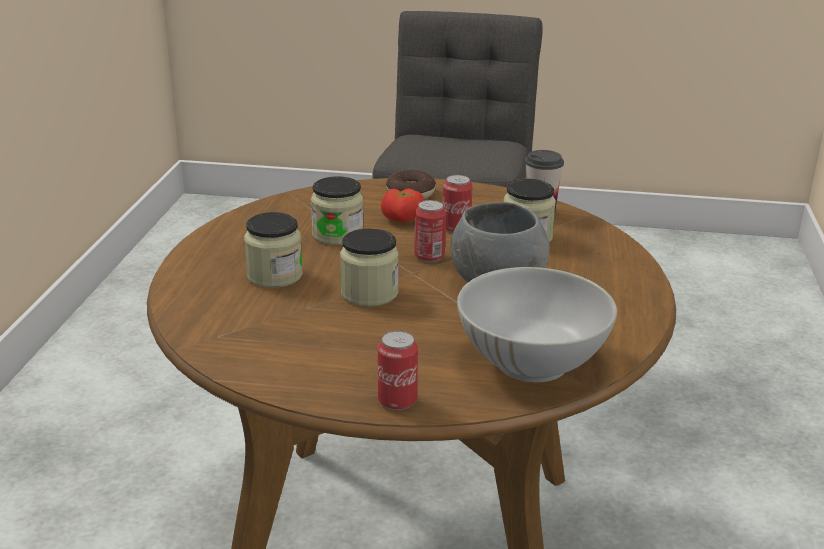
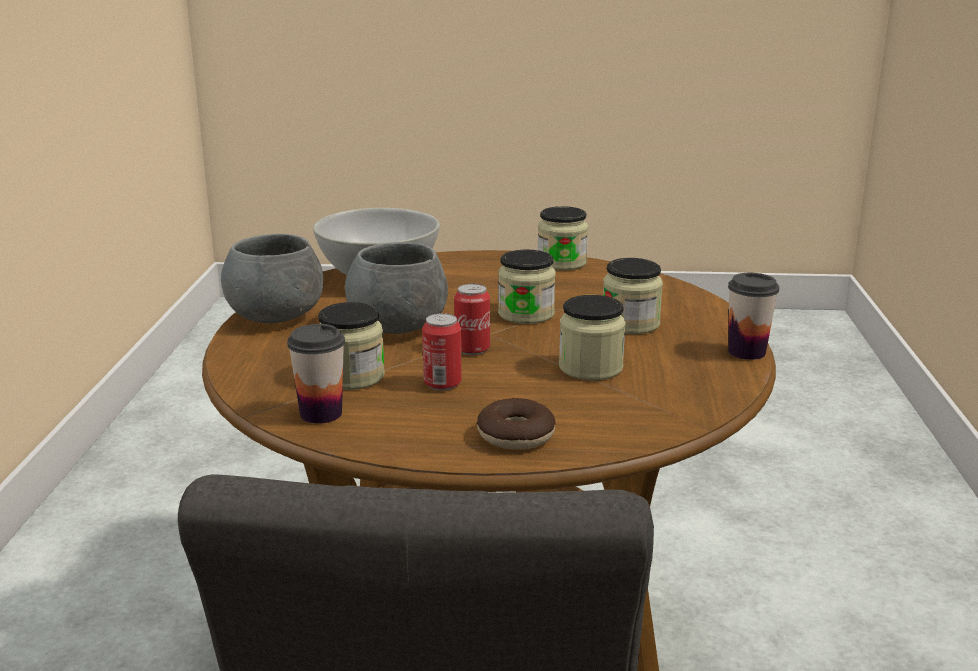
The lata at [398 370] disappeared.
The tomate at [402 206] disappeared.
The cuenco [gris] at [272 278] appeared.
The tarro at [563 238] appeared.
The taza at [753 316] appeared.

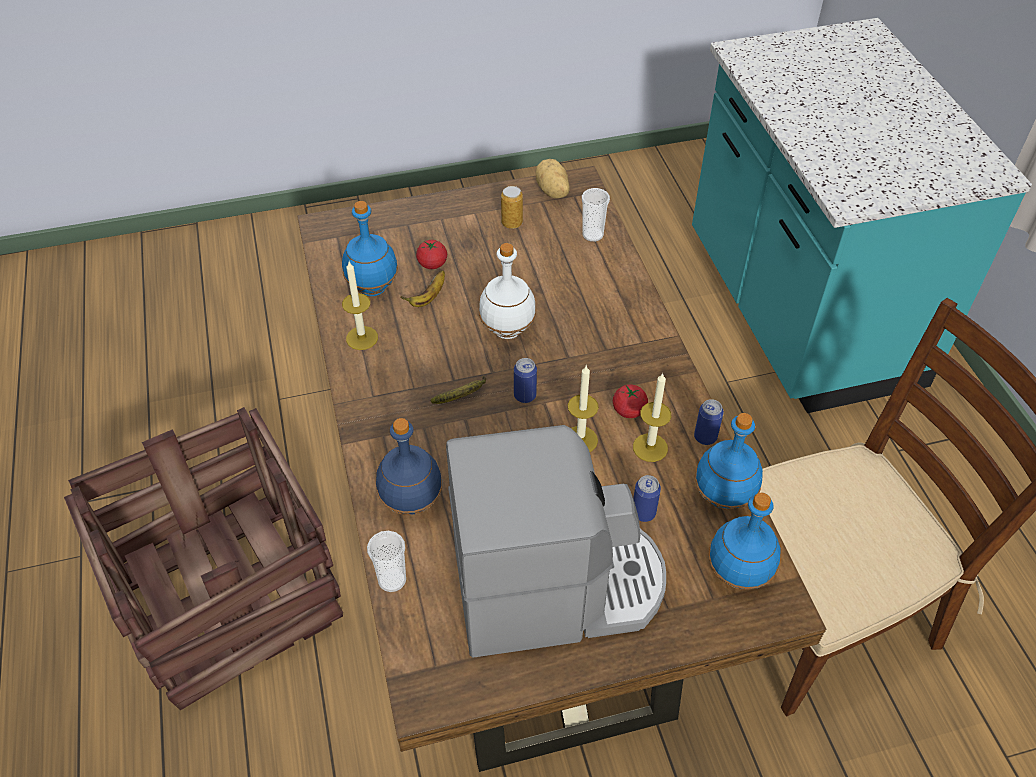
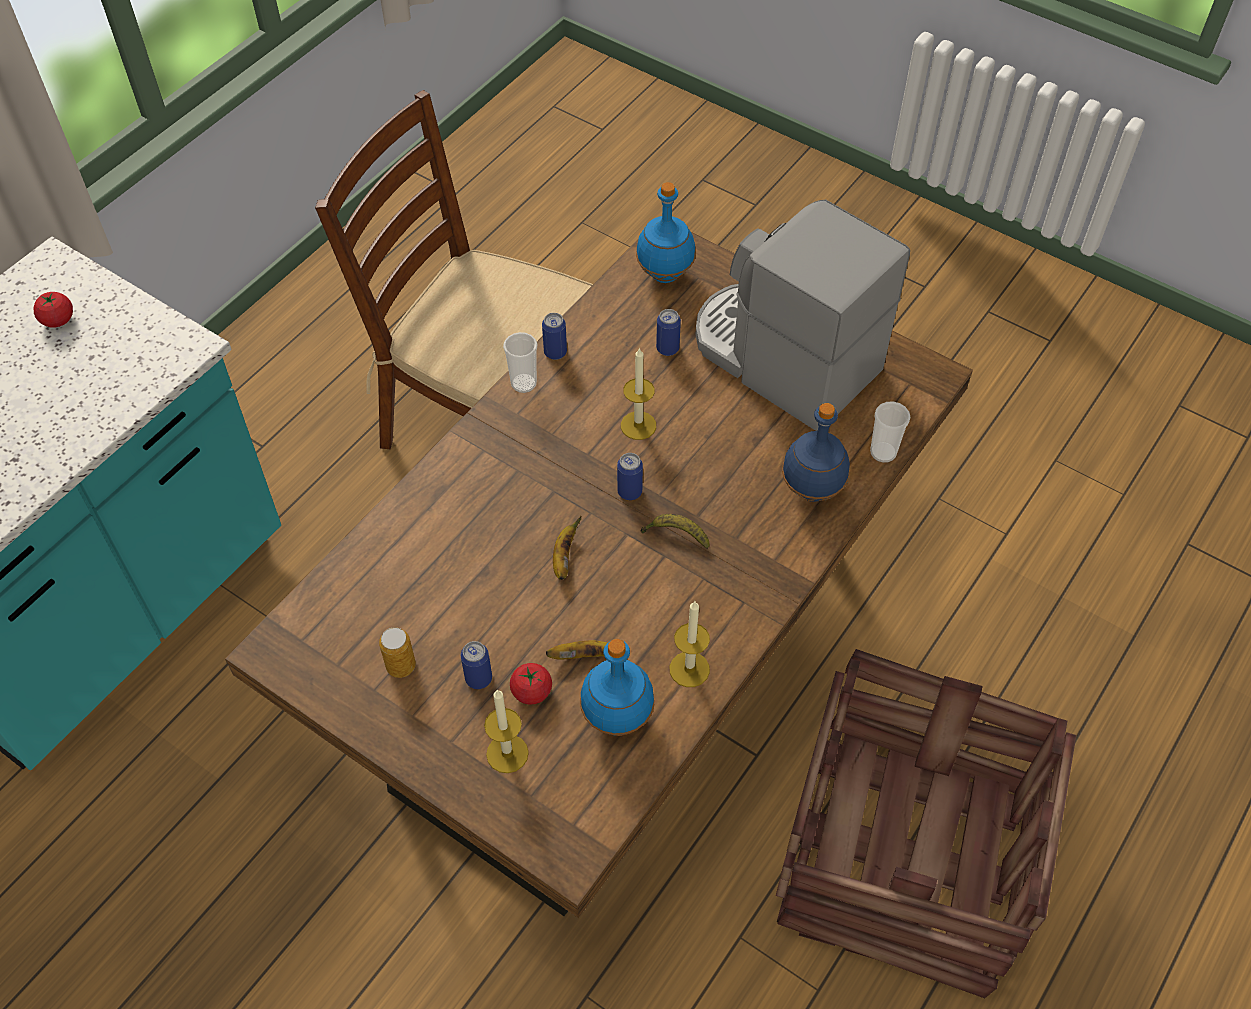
The patata at [553 179] disappeared.
The botella [azul] at [729 461] disappeared.
The lata at [476 665] appeared.
The taza moved from [596 215] to [520 362].
The tomate moved from [630 401] to [53 310].
The vela moved from [652 417] to [506 731].
The botella [blanco] at [507 291] was replaced by the plátano at [567 548].

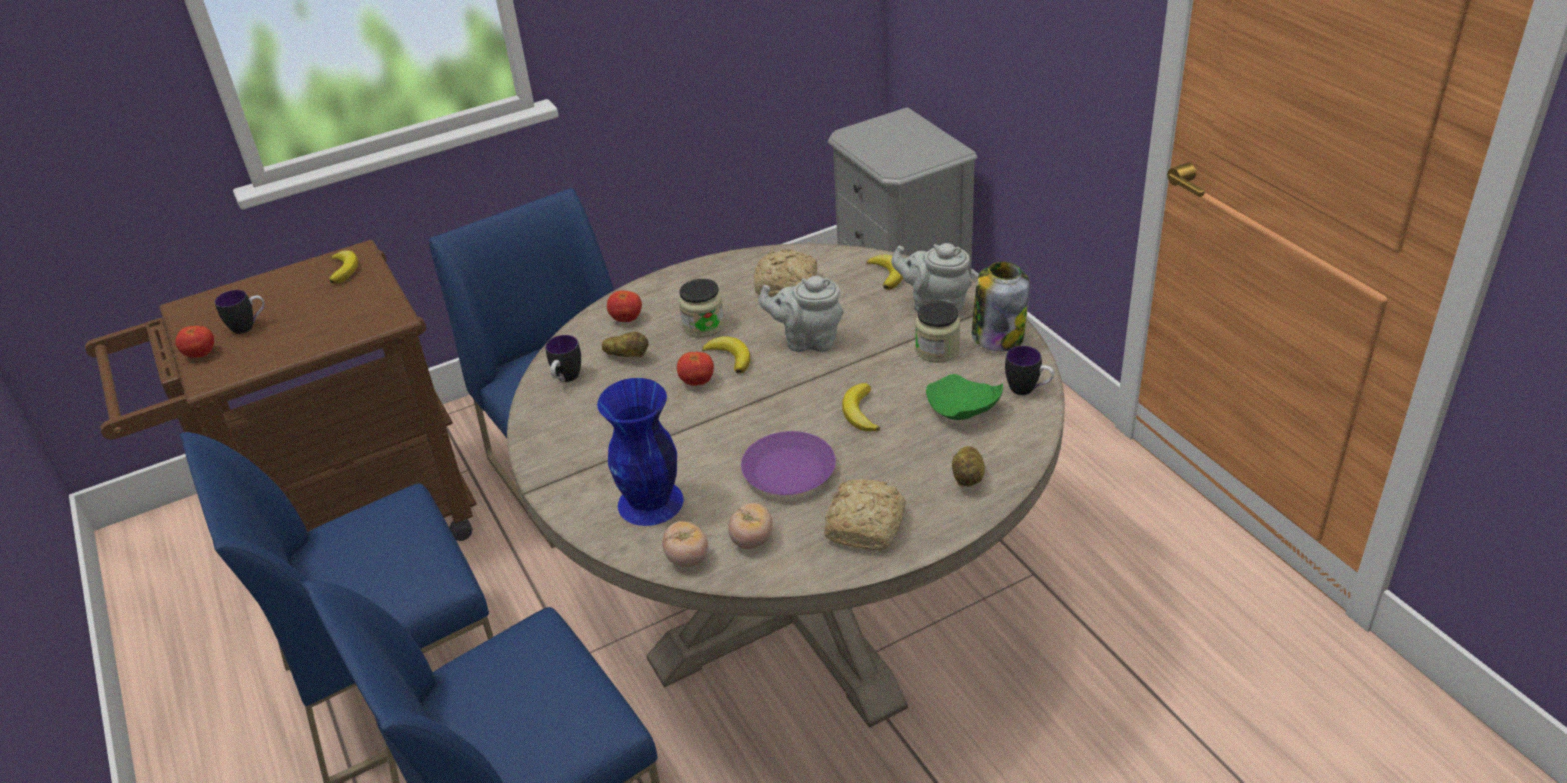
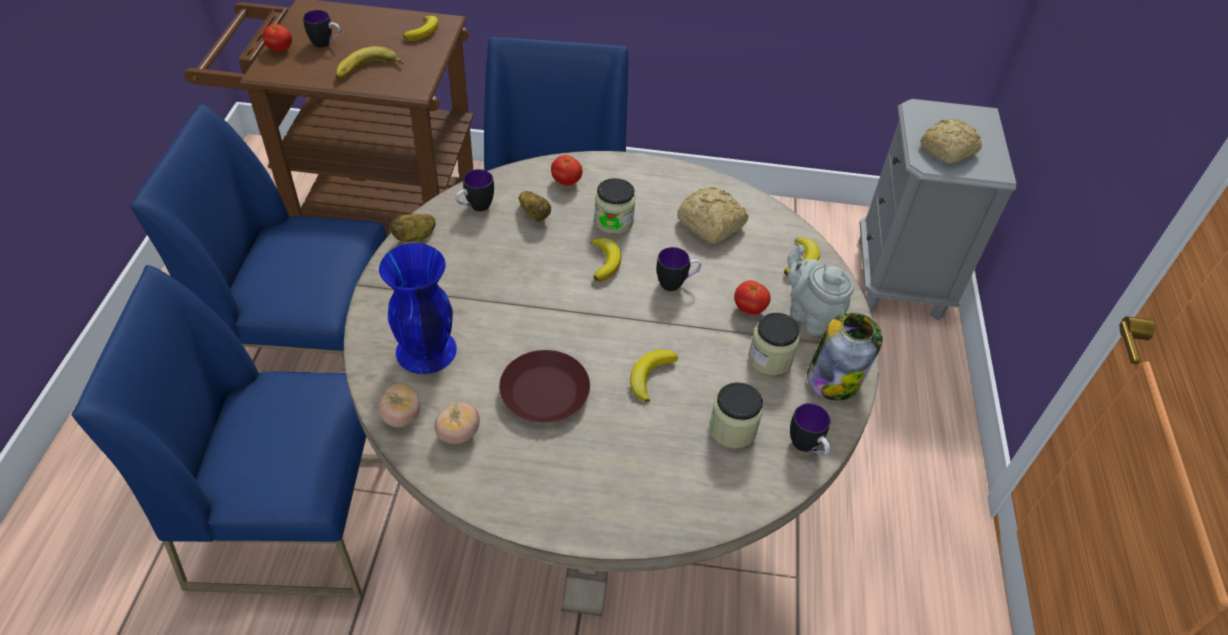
The plátano at [370 62] appeared.
The tomate moved from [695 369] to [752 297].
The pan moved from [865 515] to [951 141].
The patata moved from [968 466] to [412 228].
The tetera [gris] at [801 314] was replaced by the taza grande at [679 269].
The plato [verde] at [964 397] was replaced by the tarro at [736 415].
The plato [morado] at [788 463] became the plato [marrón] at [544 386].

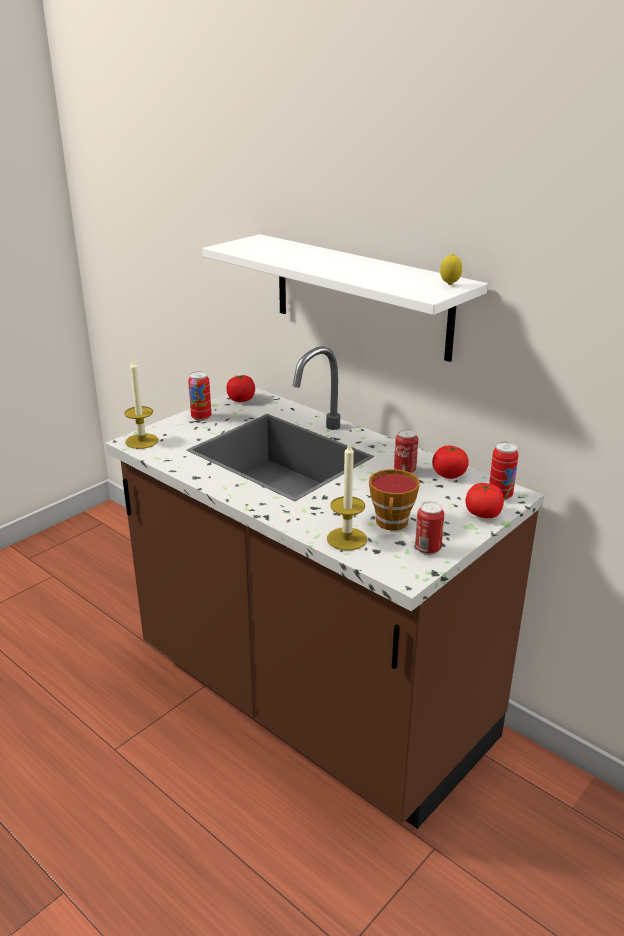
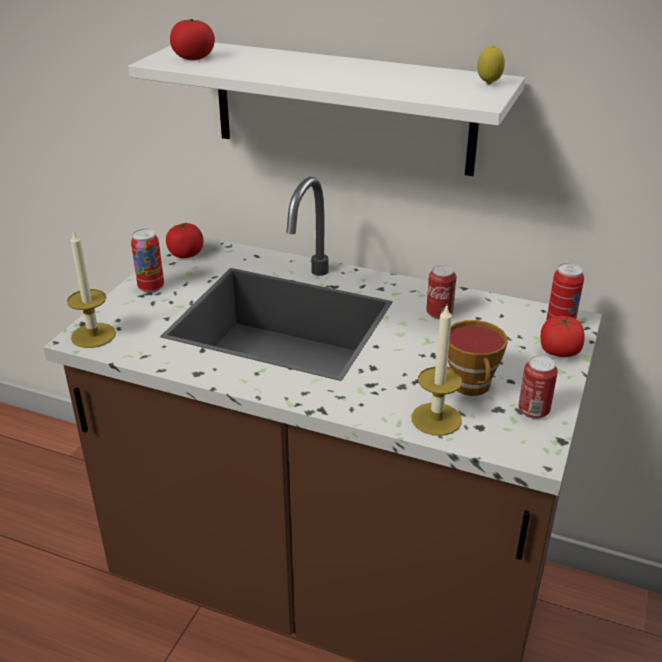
The tomate moved from [450 462] to [192 39].

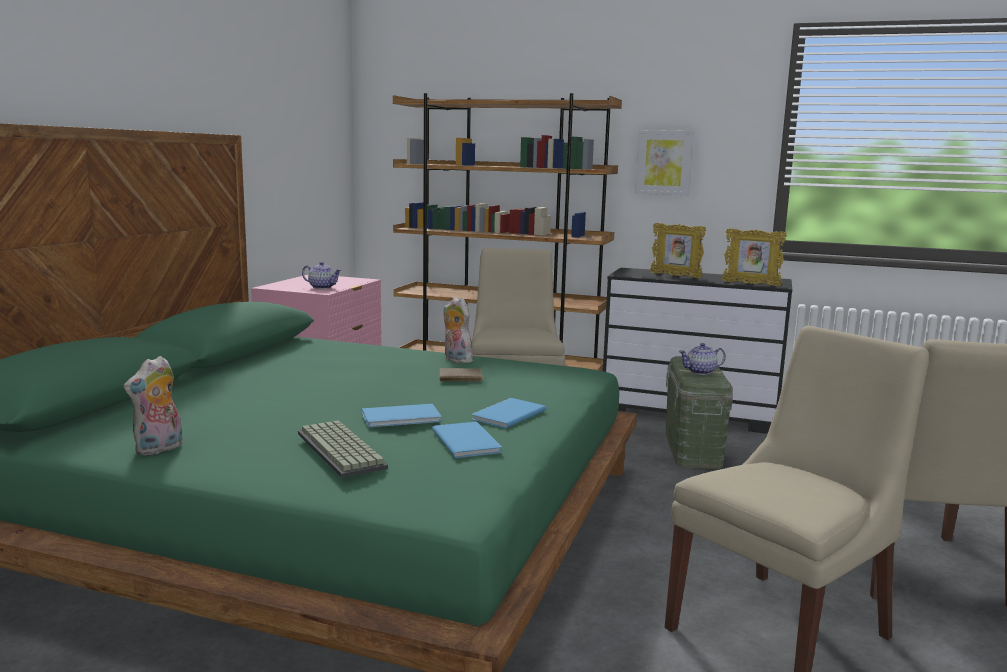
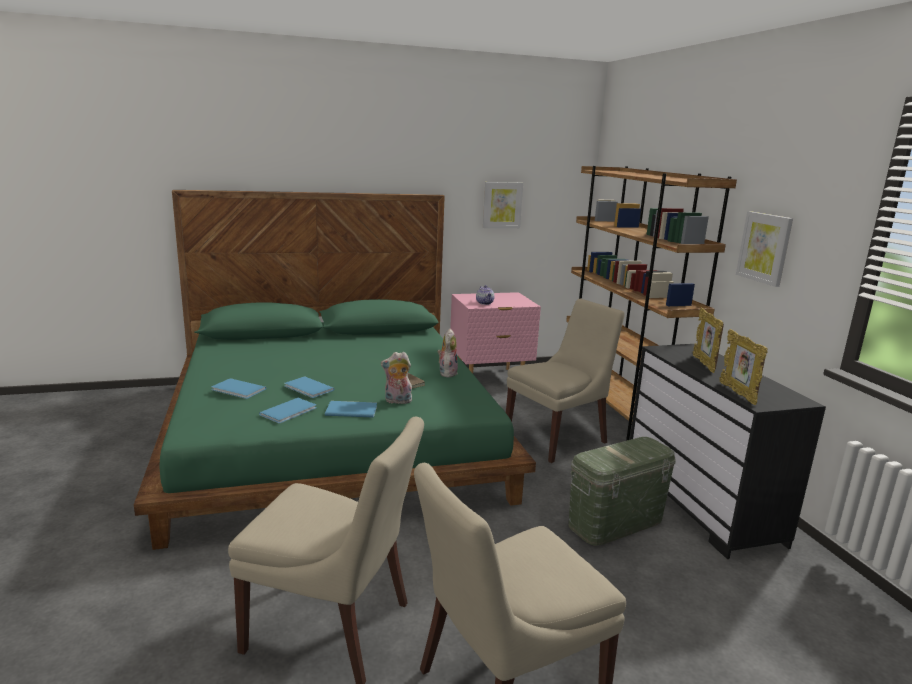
The tetera at [702 359] disappeared.
The cuadro at [503 205] appeared.
The peluche moved from [153 406] to [396 378].
The teclado at [343 449] was replaced by the libro [azul] at [238 388].

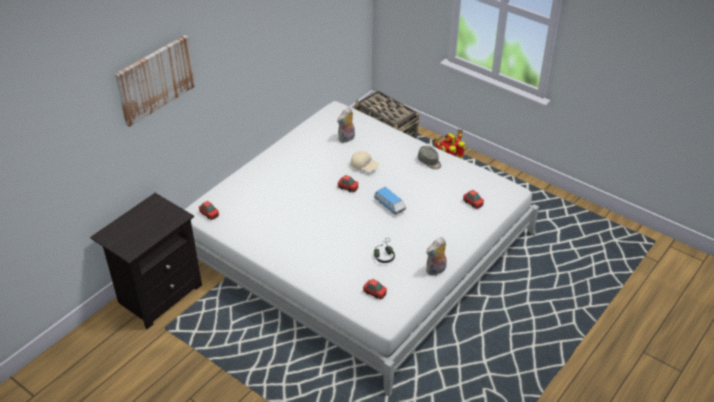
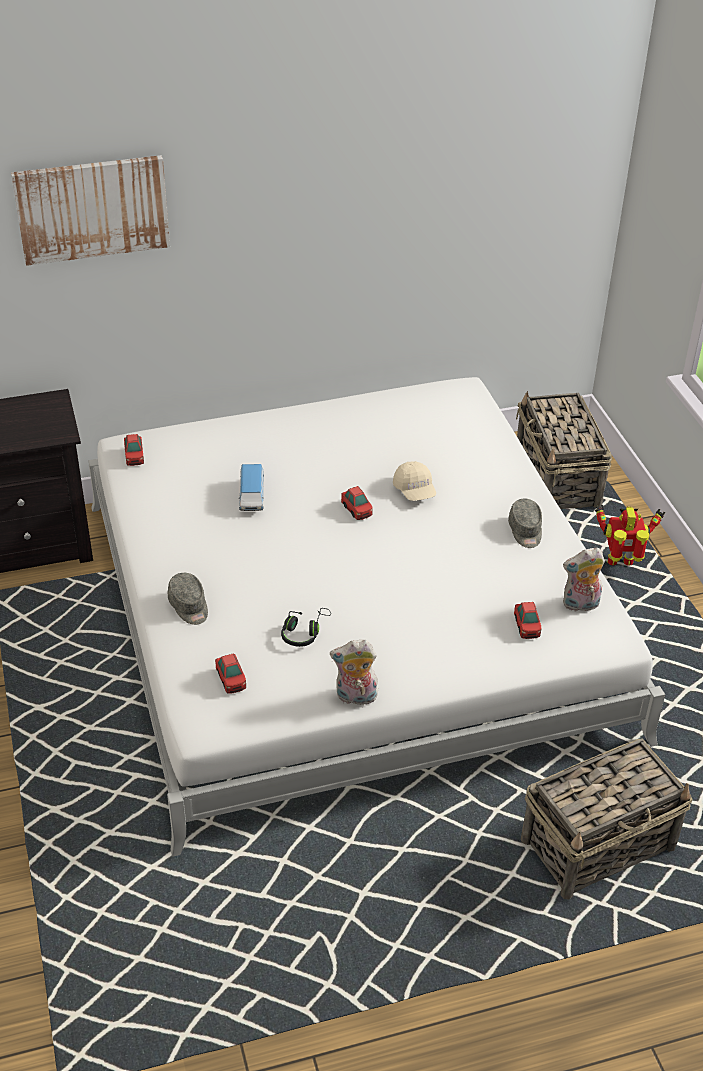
The gorra [gris] at [188 599] appeared.
The cesta at [606 819] appeared.
The peluche moved from [346 125] to [584 579].
The coche de juguete moved from [390 200] to [251 487].

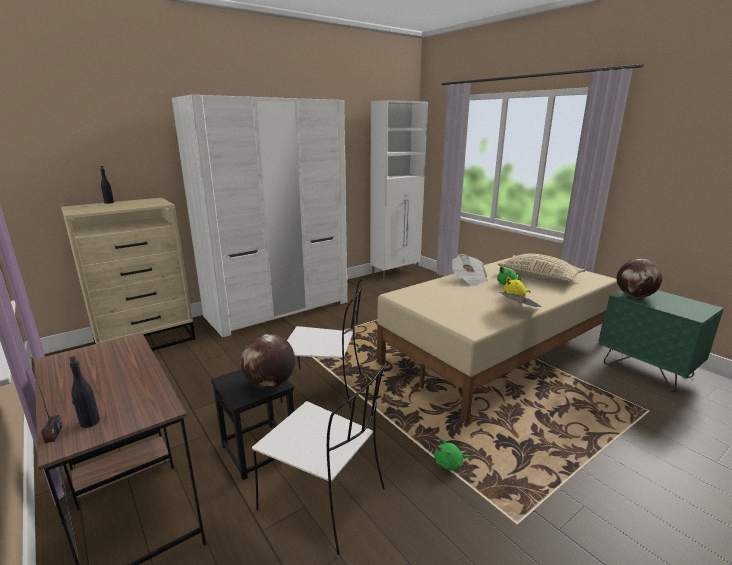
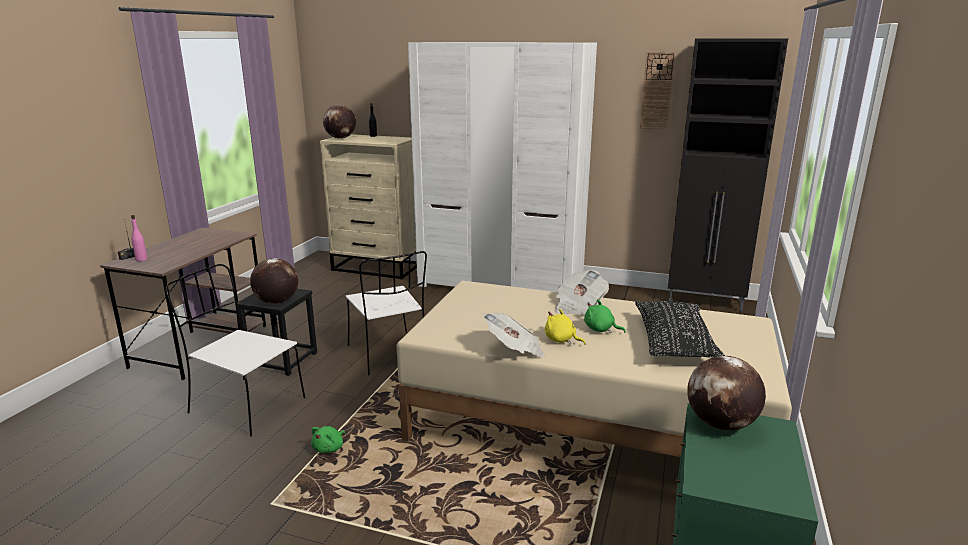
The globo terráqueo at [339 122] appeared.
The reloj de pared at [658 91] appeared.
The botella [negro] at [84 391] became the botella [rosa] at [139 238].
The armario [blanco] at [399 190] became the armario [negro] at [728 175].
The cojín [beis] at [541 267] became the cojín [negro] at [680 329].
The silla [blanco] at [319 458] turned 120 degrees clockwise.
The peluche [verde] at [453 454] turned 105 degrees counterclockwise.

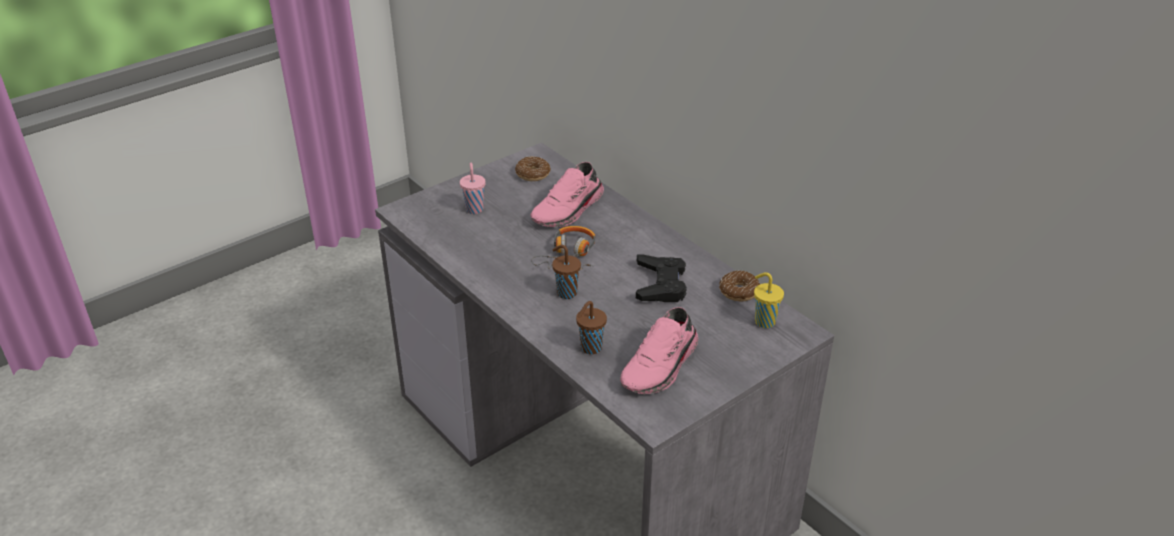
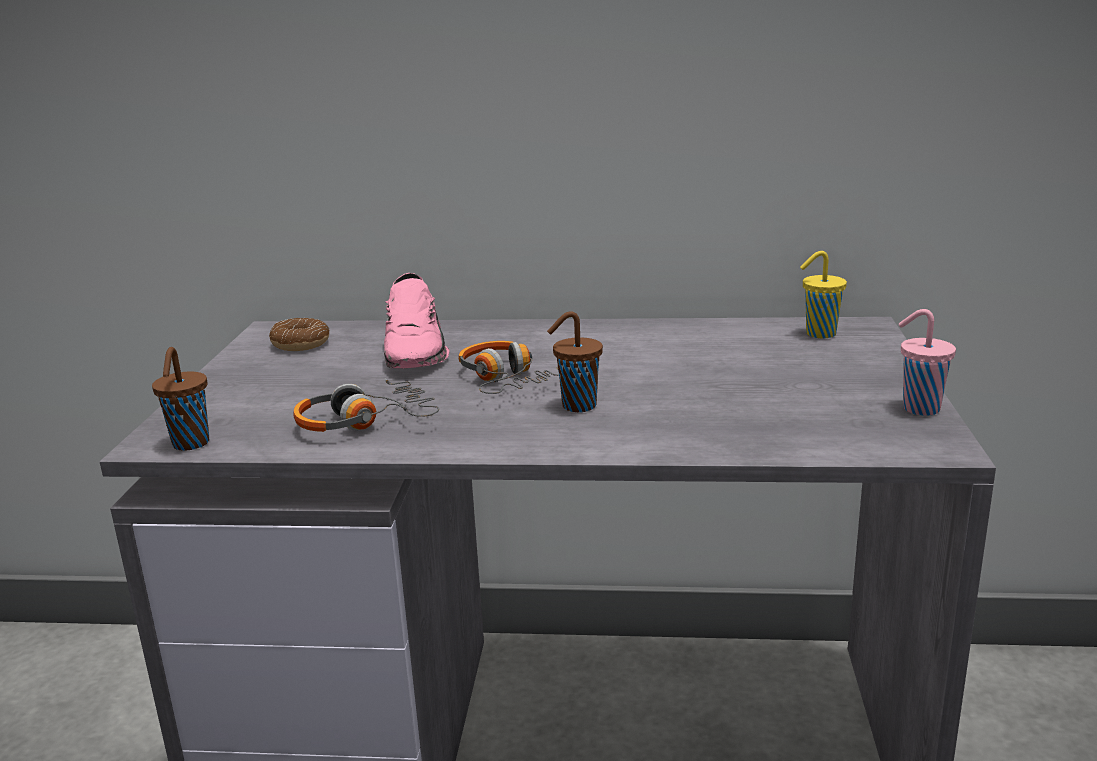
The zapato [rosa] at [659 350] disappeared.
The mando de consola [negro] at [661 278] disappeared.
The rosquilla at [739 285] disappeared.
The auriculares at [366 405] appeared.
The taza [rosa] moved from [473 188] to [927 362].
The taza [marrón] moved from [591 327] to [180 399].

